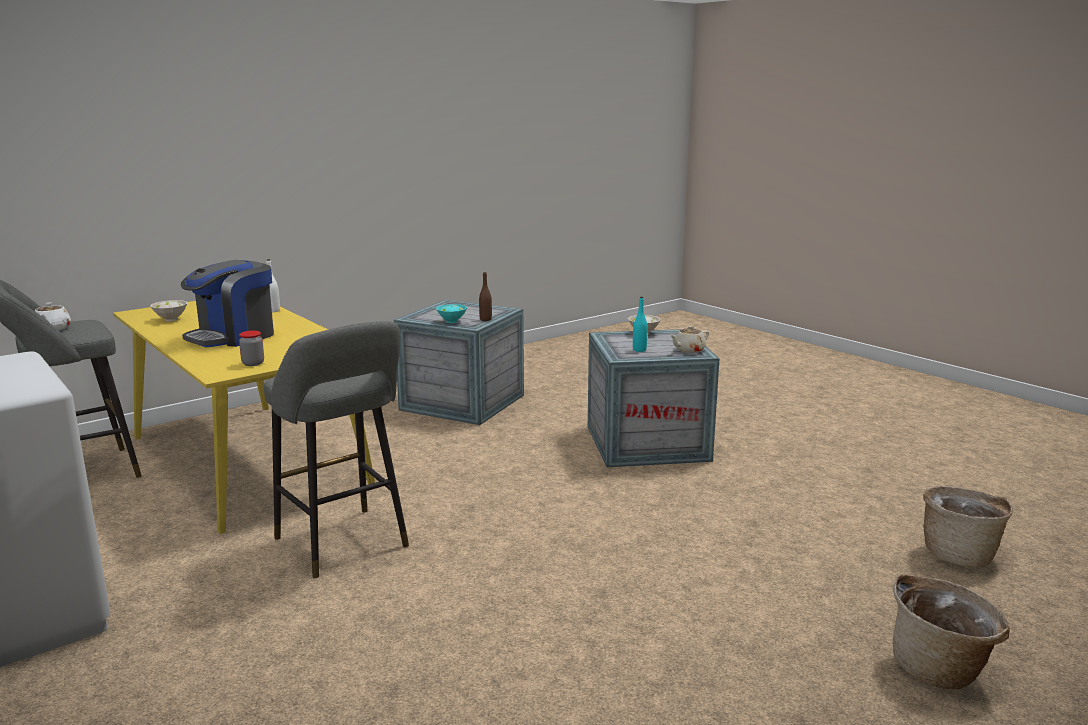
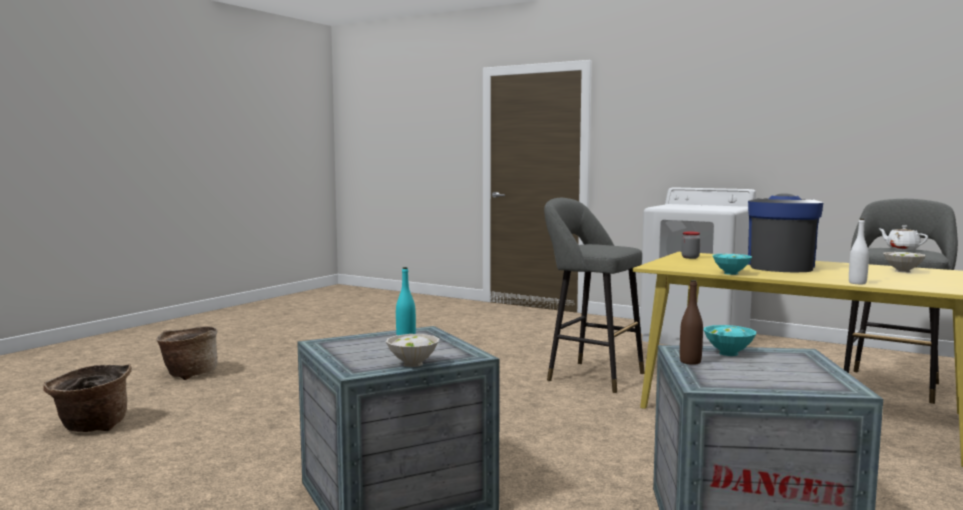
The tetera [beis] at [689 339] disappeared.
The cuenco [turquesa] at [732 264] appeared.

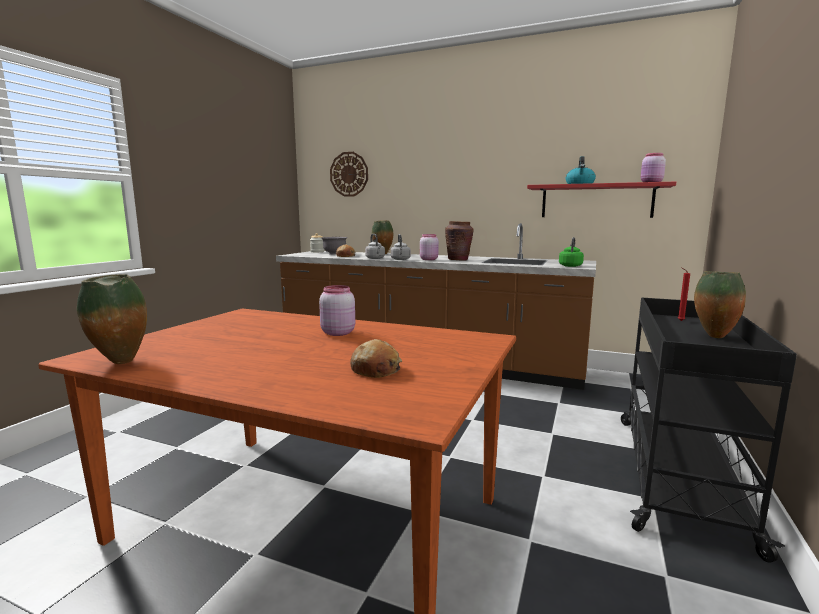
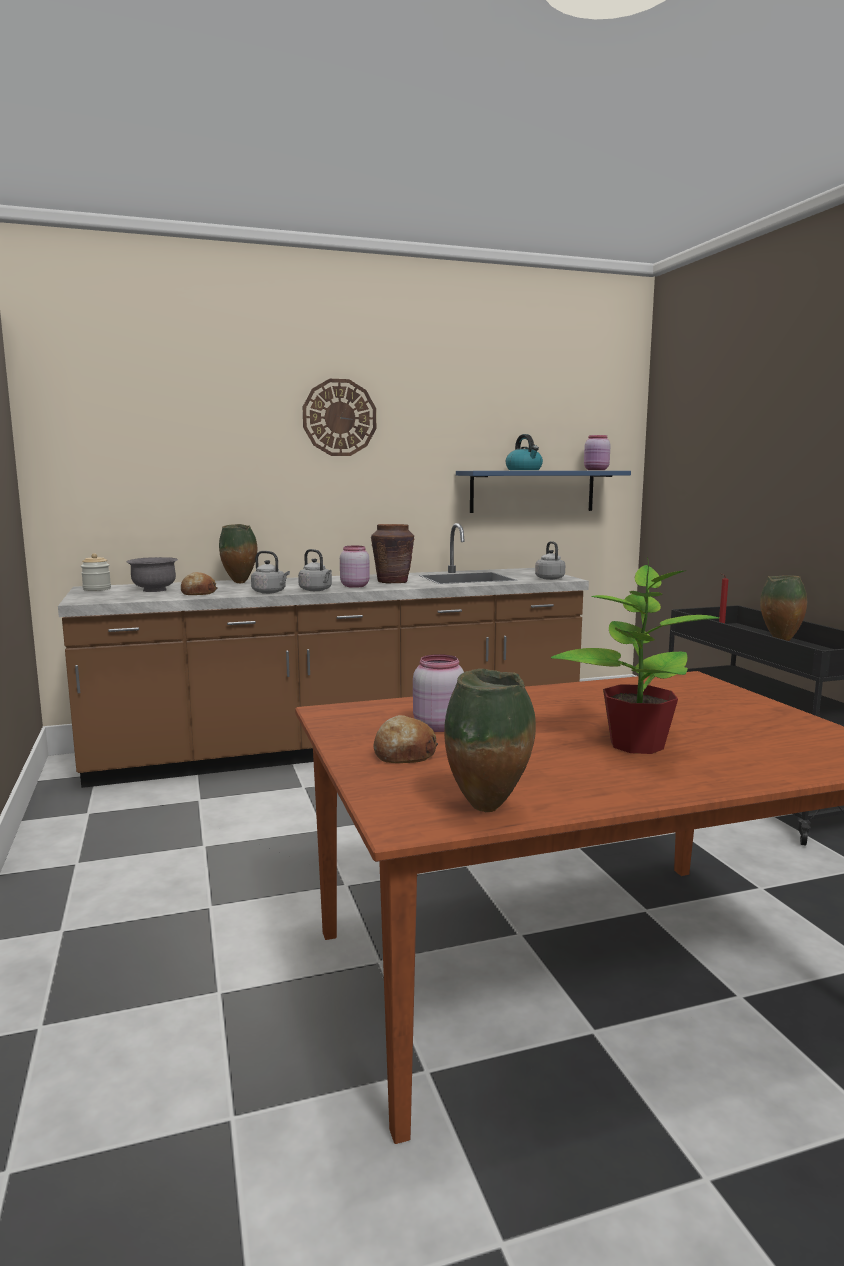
The planta en maceta at [635 655] appeared.
The tarro [rosa] moved from [337 310] to [438 693].
The reloj de pared moved from [349 174] to [339 417].
The pan moved from [376 358] to [406 739].
The estante [rojo] at [601 200] became the estante [azul] at [543 492].
The hervidor [verde] at [571 252] became the hervidor [gris] at [550 560].

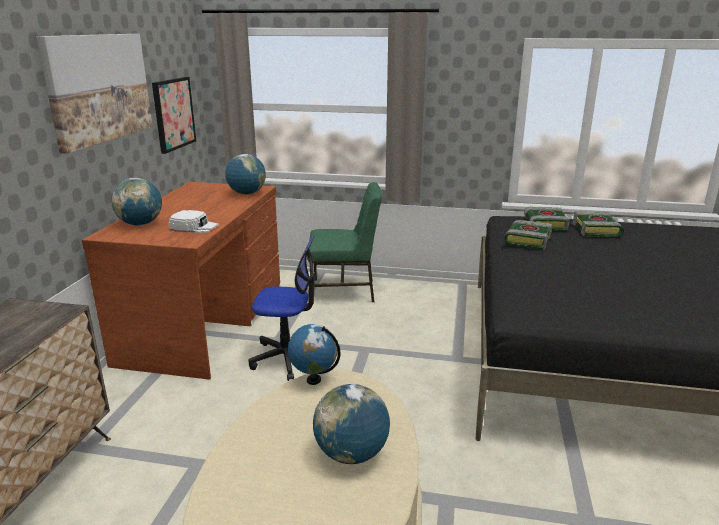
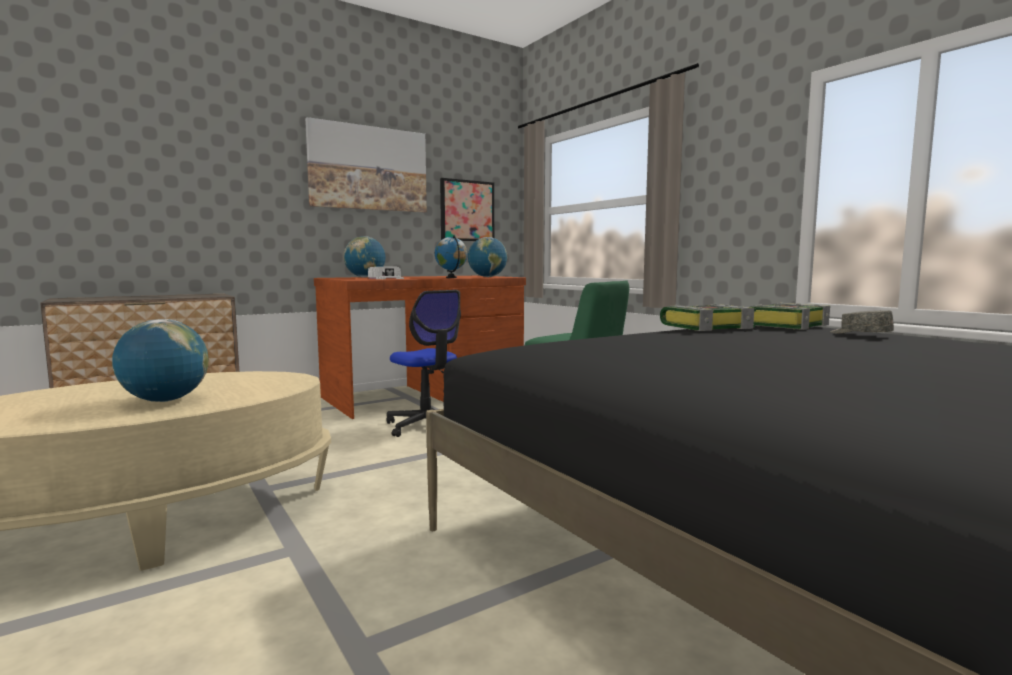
The globo terráqueo moved from [314 354] to [451 256].
The libro at [598 224] was replaced by the gorra [gris] at [862 322].

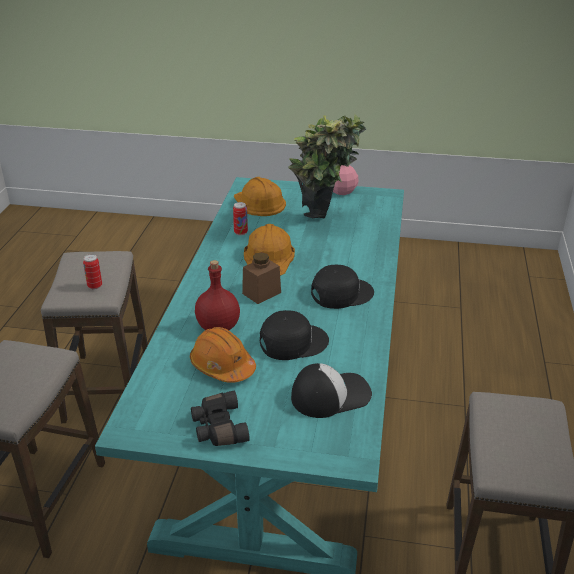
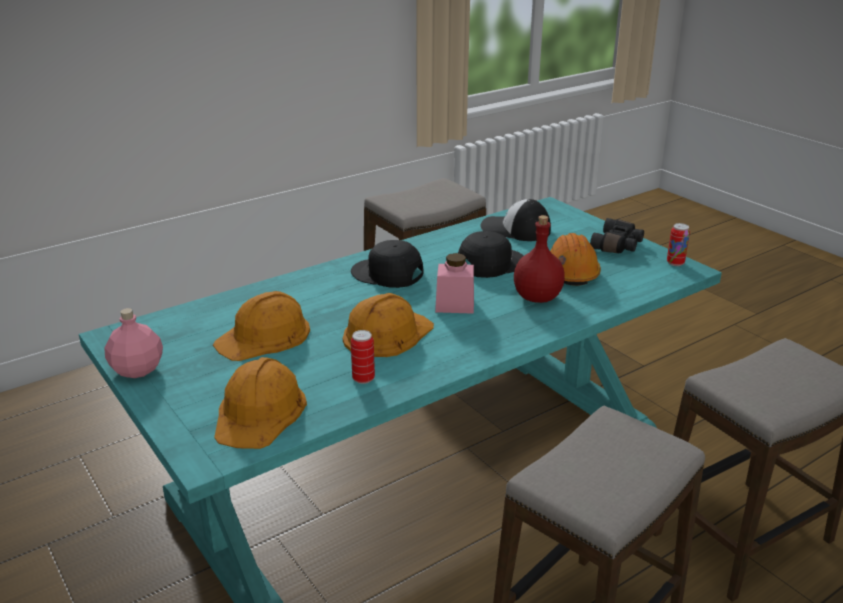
The lata moved from [92 271] to [678 244].
The planta en maceta at [327 166] was replaced by the casco [naranja] at [261 326].
The tarro [marrón] at [261 278] became the tarro [rosa] at [454 283].
The gorra [negro] at [294 335] turned 120 degrees clockwise.

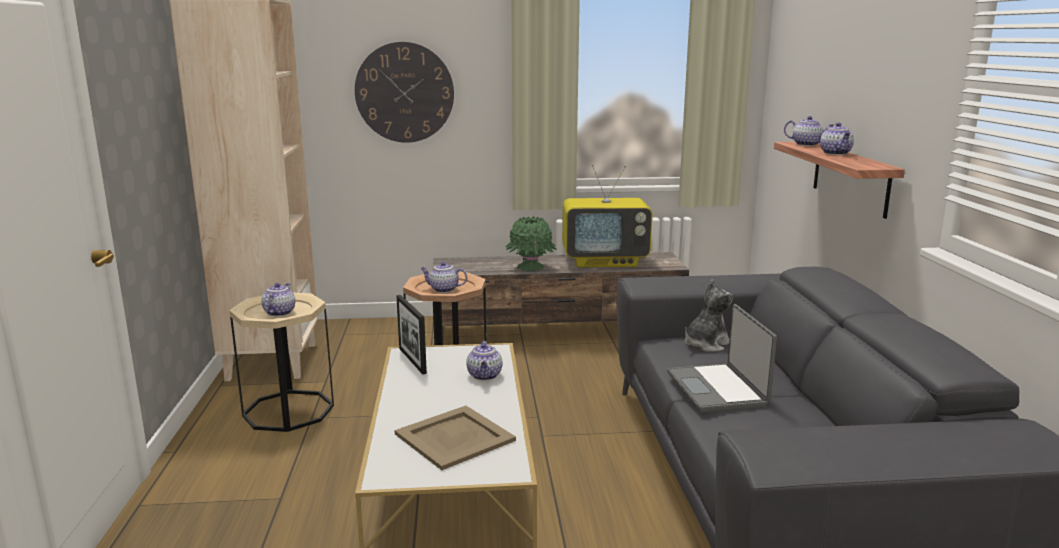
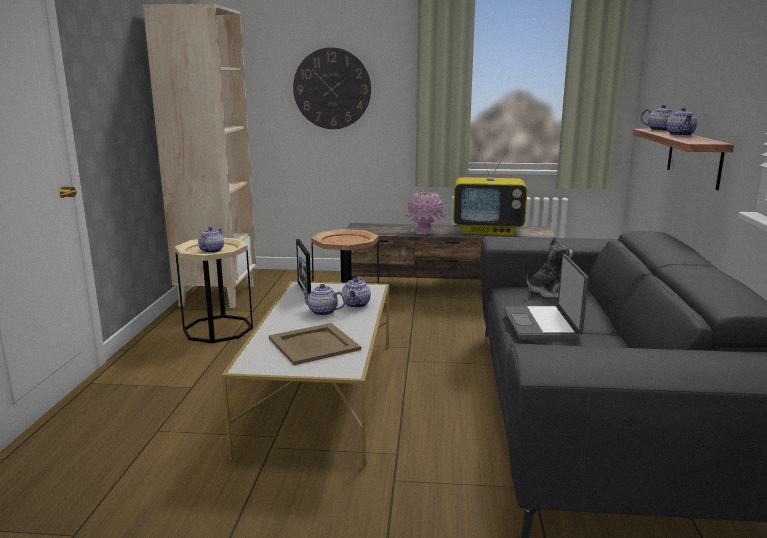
The tetera moved from [443 277] to [323 300].
The florero [verde] at [531 243] became the florero [rosa] at [425 212].

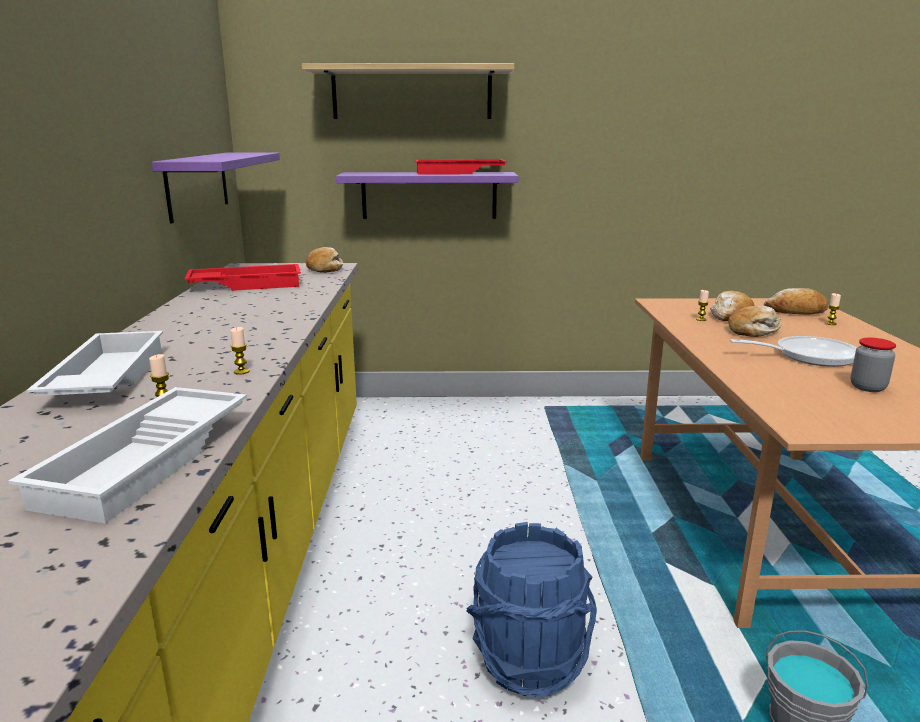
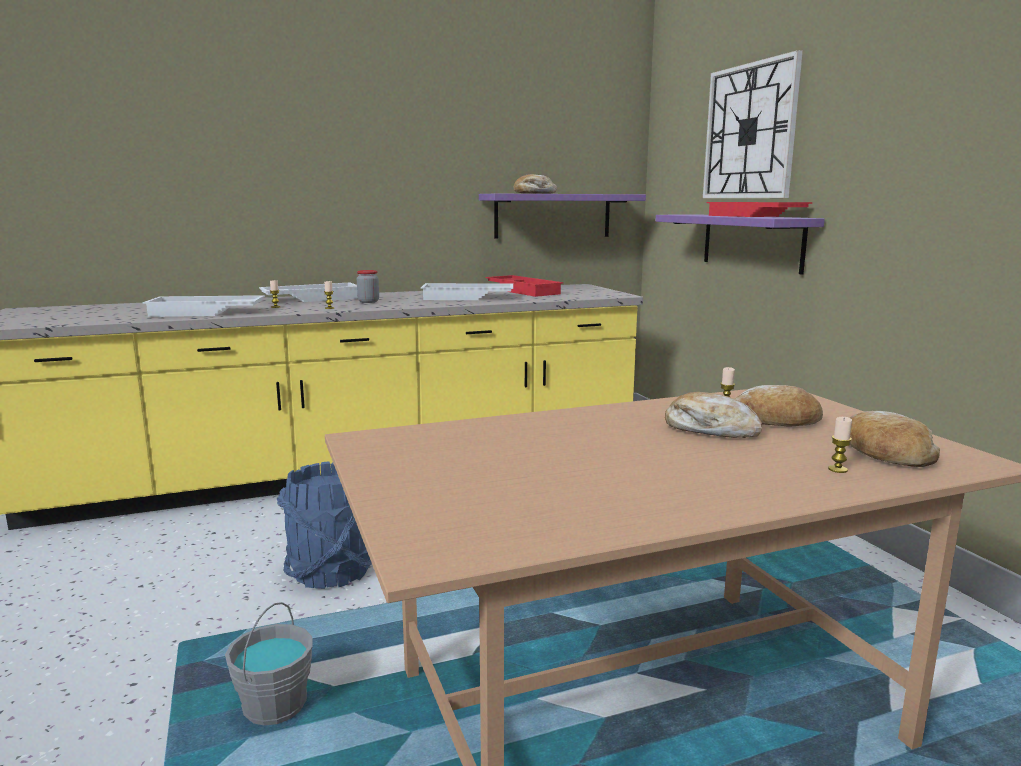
The sartén at [794 351] disappeared.
The bandeja [blanco] at [467 291] appeared.
The pan moved from [324 260] to [535 184].
The tarro moved from [873 364] to [368 286].
The estante at [408 91] was replaced by the reloj de pared at [753 124].

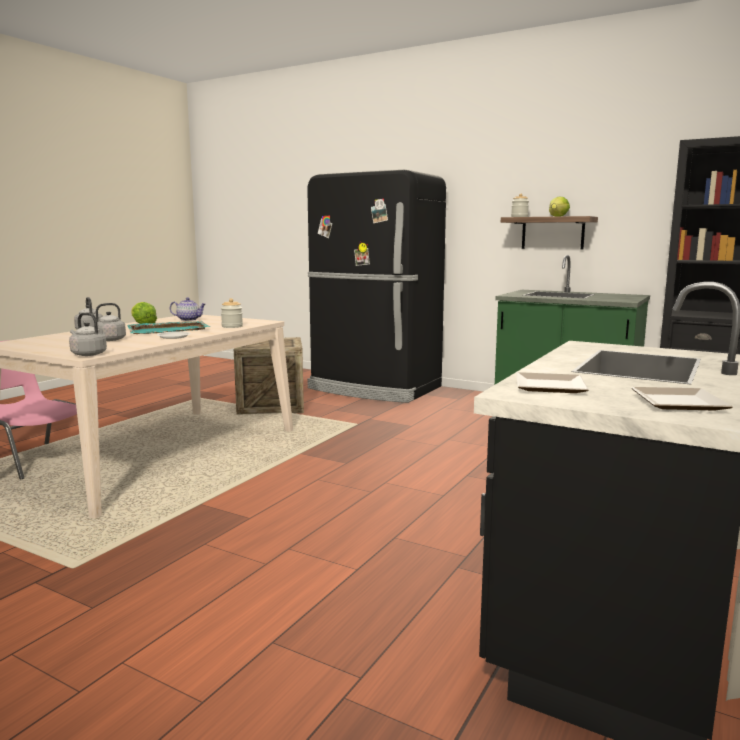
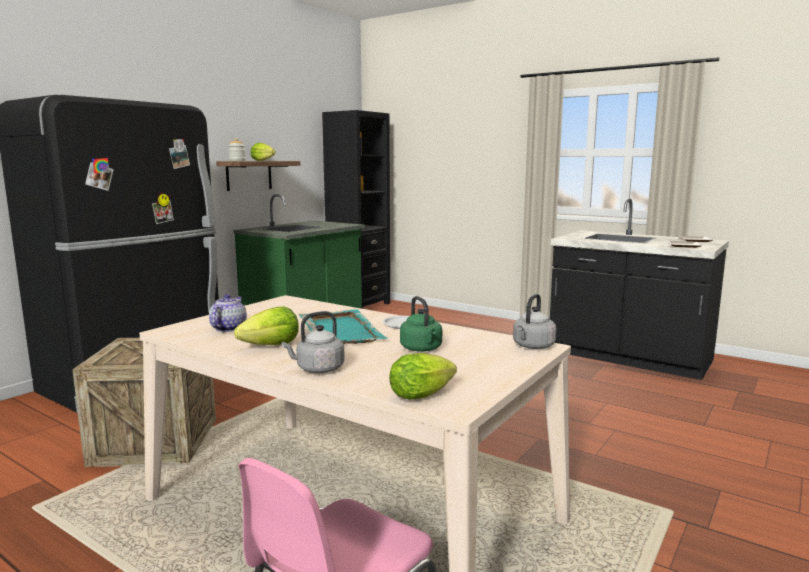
The tarro at [232 313] disappeared.
The lechuga at [423 376] appeared.
The hervidor [gris] at [104 322] became the hervidor [verde] at [421 324].

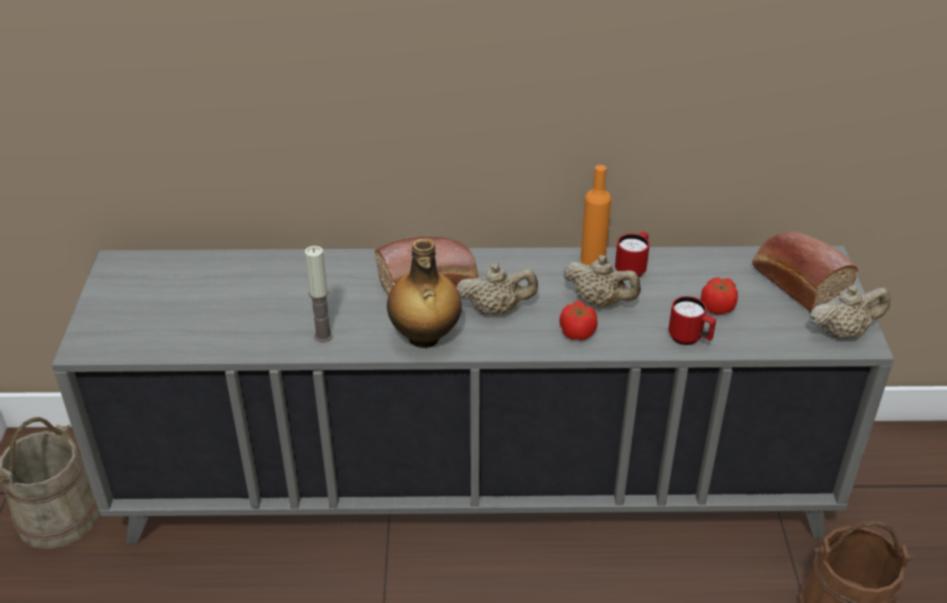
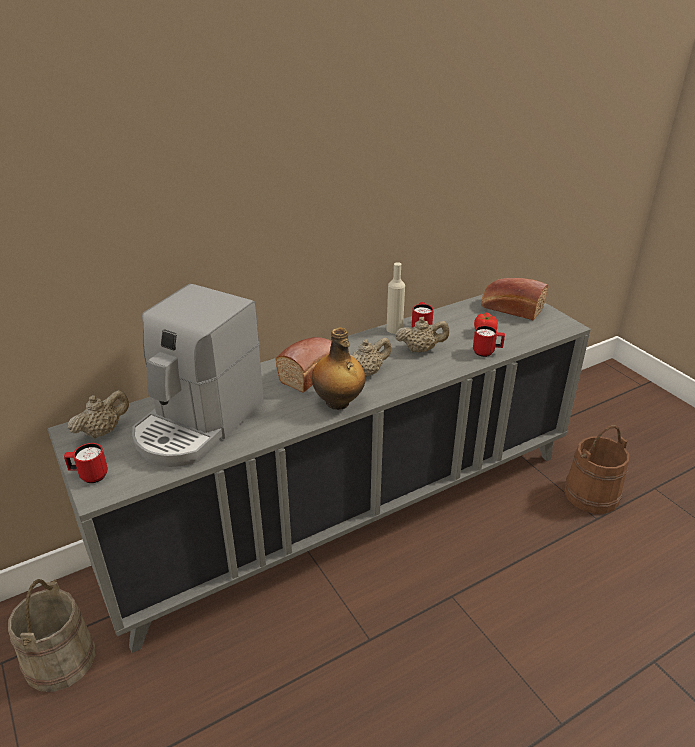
The vela at [319 294] disappeared.
The tomate at [578 320] disappeared.
The taza grande [rojo] at [86 463] appeared.
The cafetera at [198 375] appeared.
The tetera [beis] moved from [850 312] to [98 414].
The botella [naranja] at [596 215] became the botella [beis] at [396 298].

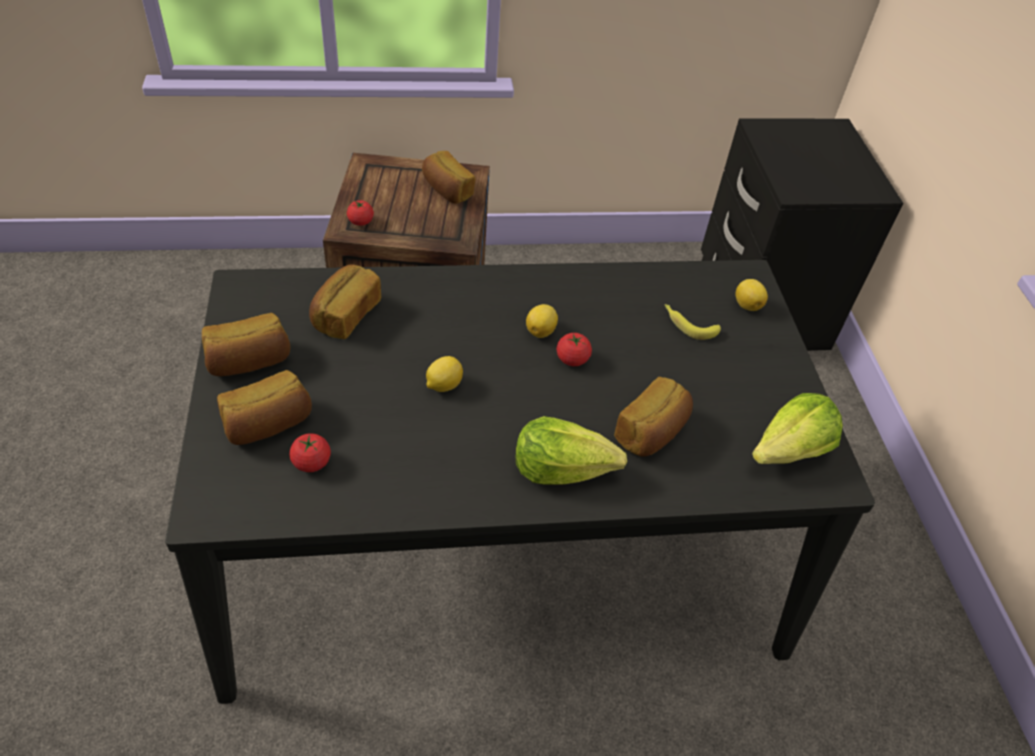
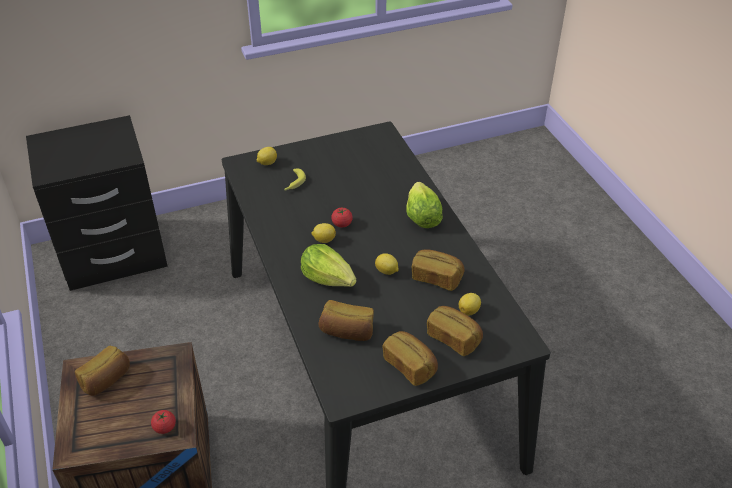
The pan moved from [653 417] to [438 270].
The lechuga moved from [797 428] to [329 265].
The tomate at [310 452] was replaced by the limón at [470 304].

